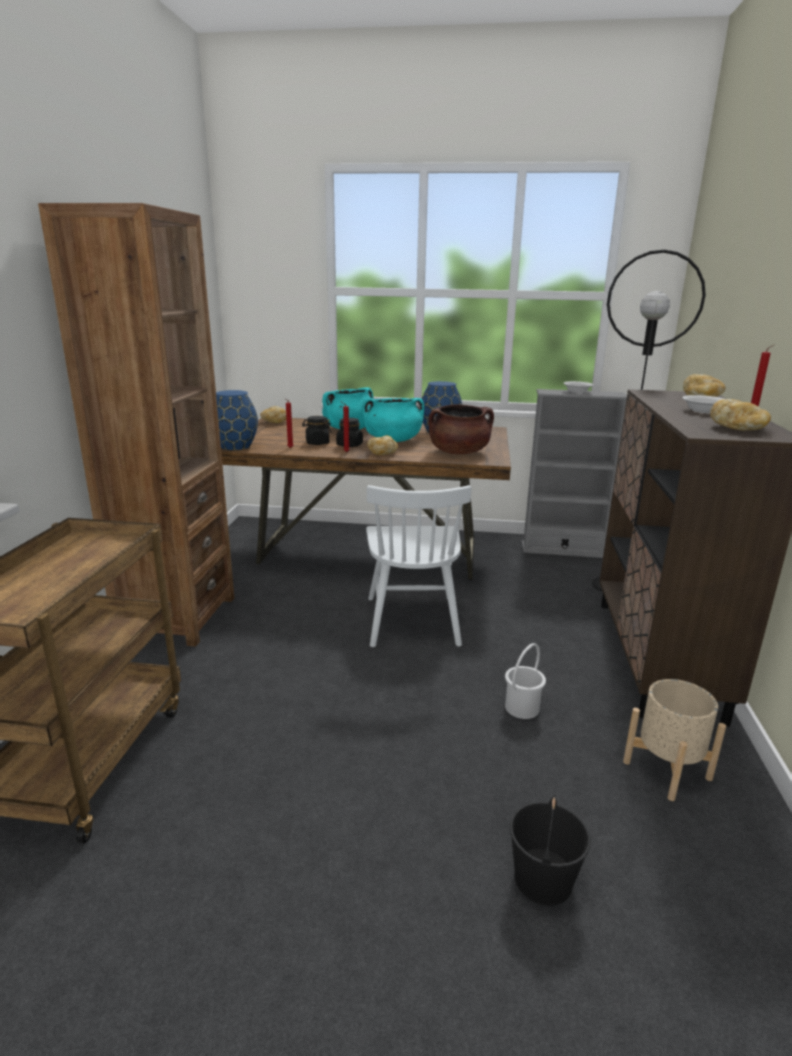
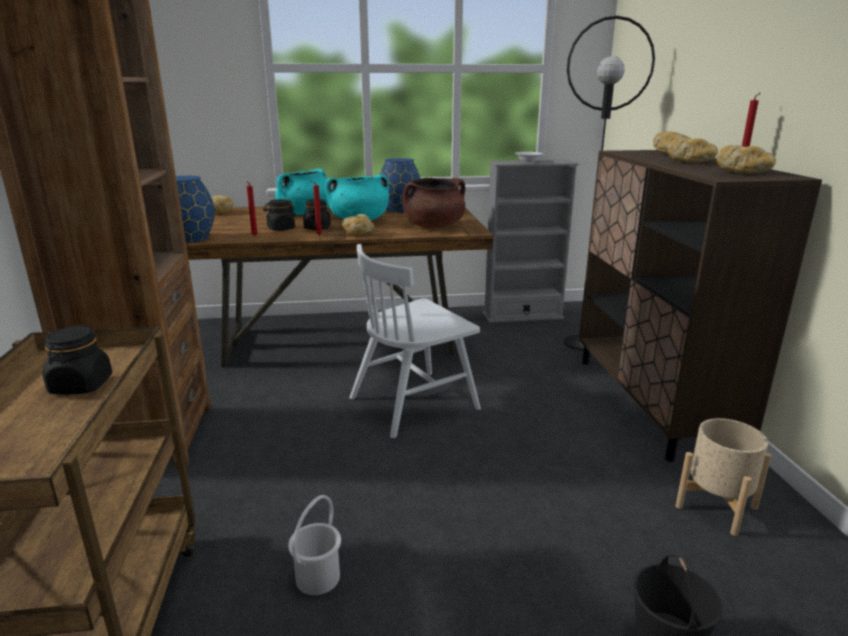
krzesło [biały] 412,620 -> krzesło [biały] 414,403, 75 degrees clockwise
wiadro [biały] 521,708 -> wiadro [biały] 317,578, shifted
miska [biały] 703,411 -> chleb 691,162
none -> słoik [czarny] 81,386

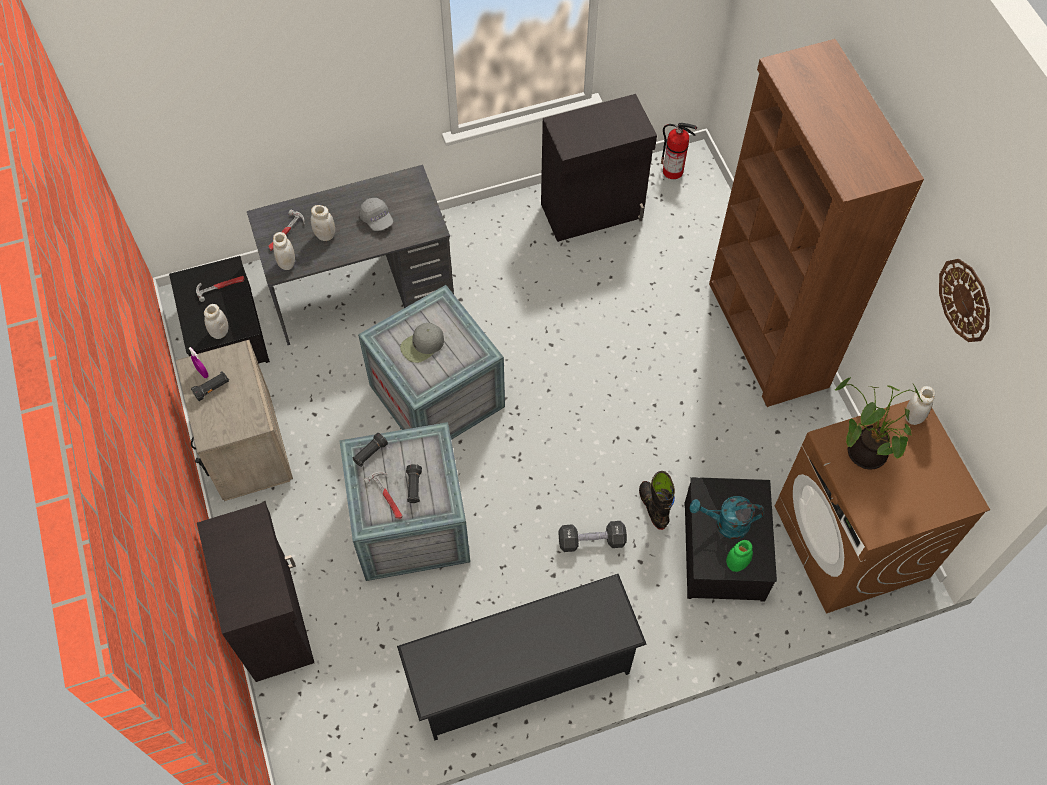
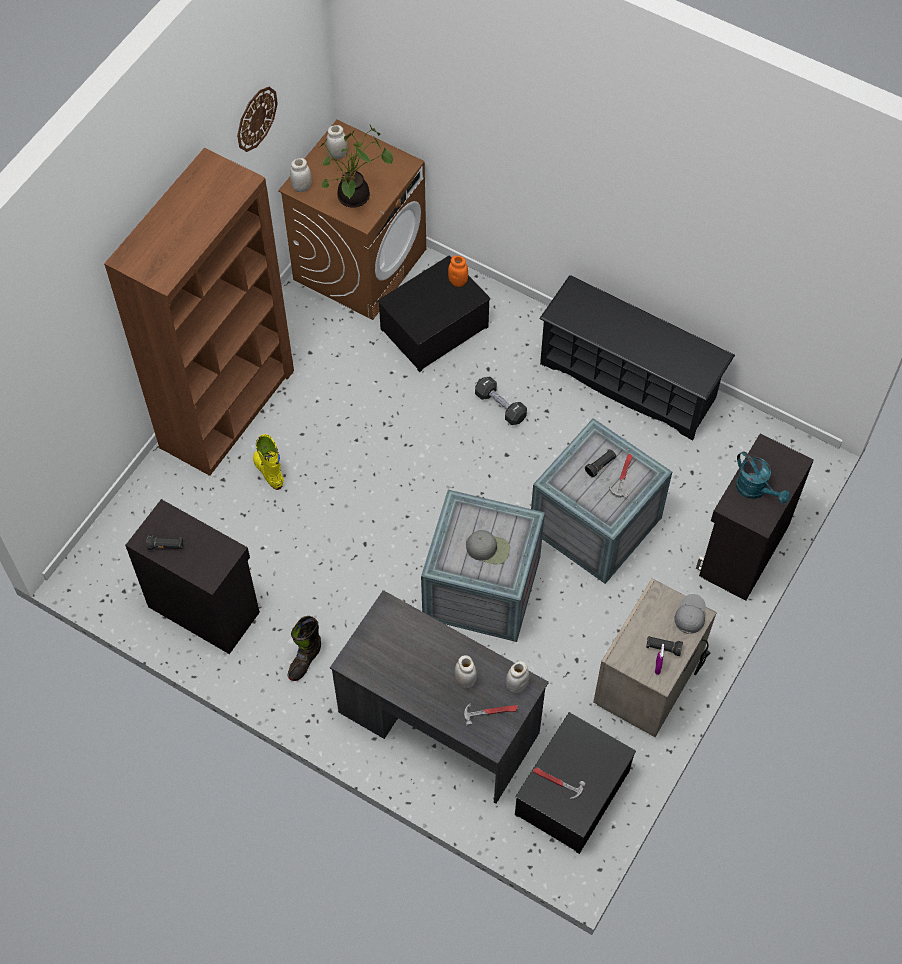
słoik [biały] 220,332 -> słoik [biały] 337,154, shifted
latarka [czarny] 370,453 -> latarka [czarny] 166,546, shifted
czapka z daszkiem [szary] 377,219 -> czapka z daszkiem [szary] 690,616, shifted
but z cholewką [czarny] 653,507 -> but z cholewką [czarny] 305,661, shifted
gaśnica 673,171 -> none
konewka [turkusowy] 725,524 -> konewka [turkusowy] 755,490, shifted
słoik [zielony] 736,564 -> słoik [pomarańczowy] 458,282
none -> but z cholewką [żółty] 269,472

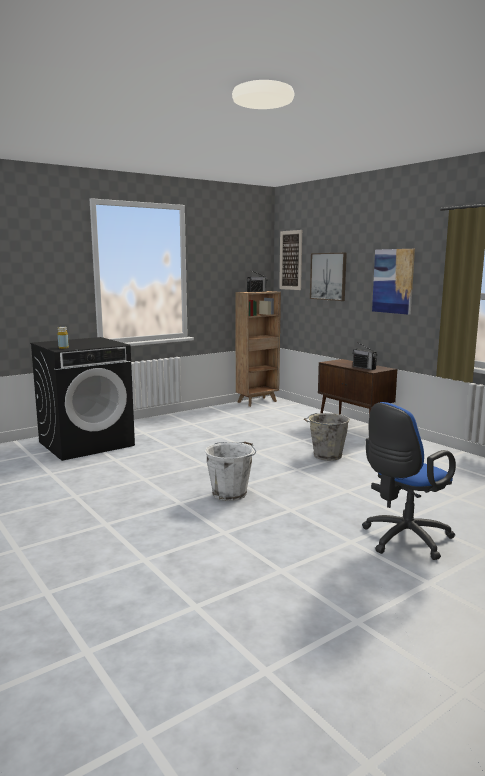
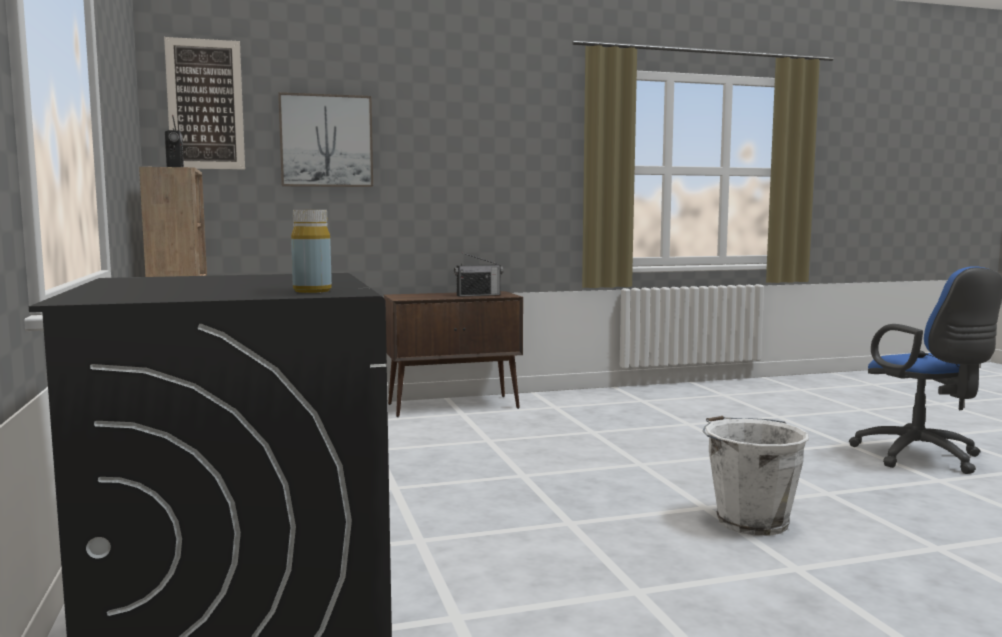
wiadro [szary] 326,456 -> none
obraz 393,281 -> none

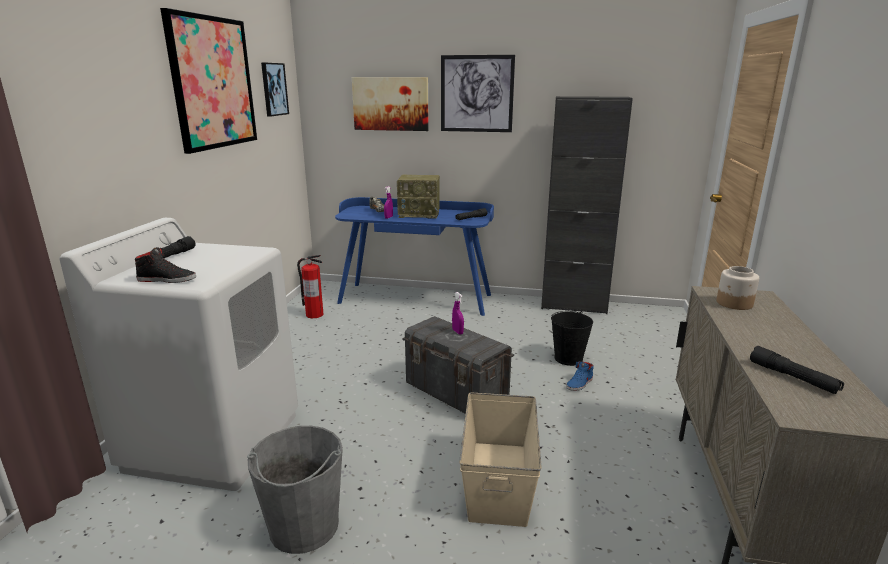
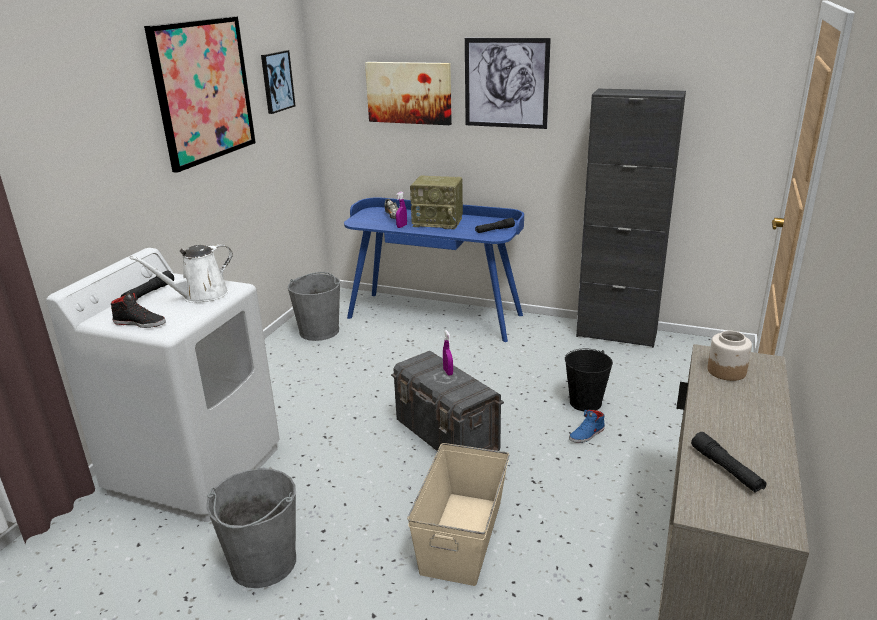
gaśnica 314,314 -> wiadro [szary] 319,331
none -> konewka [biały] 200,295

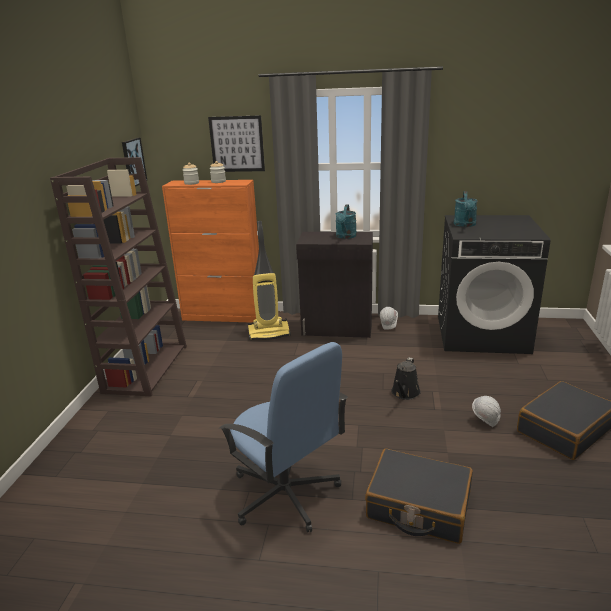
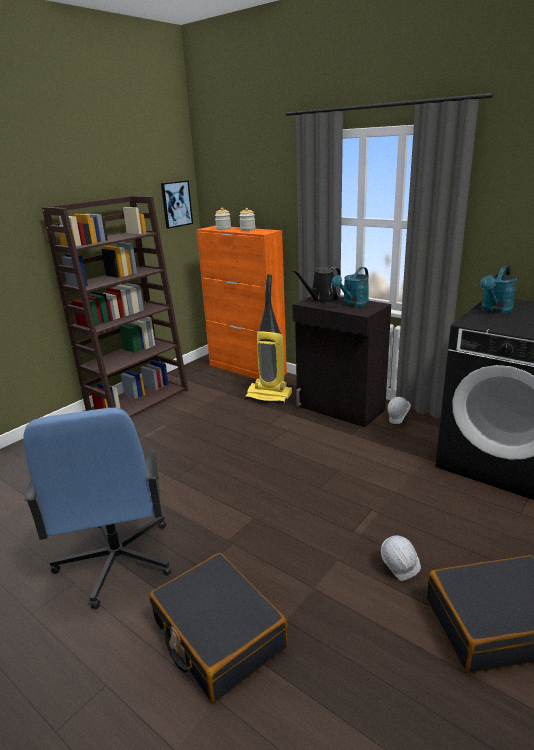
obraz 237,144 -> none
konewka [czarny] 405,393 -> konewka [czarny] 321,299, shifted

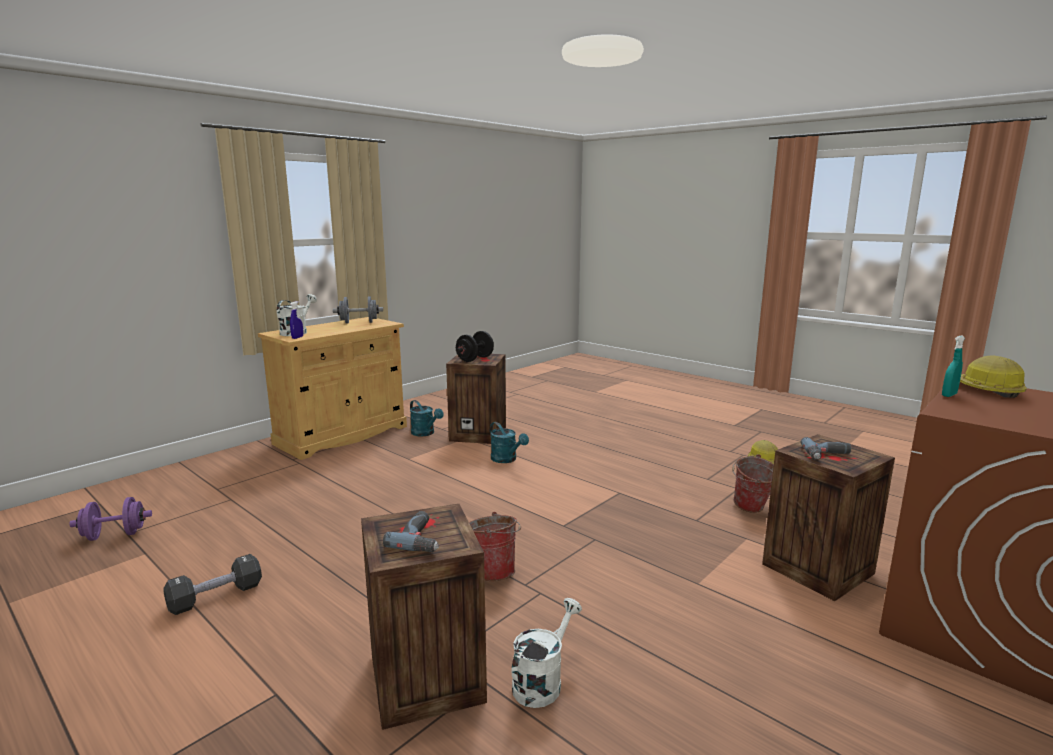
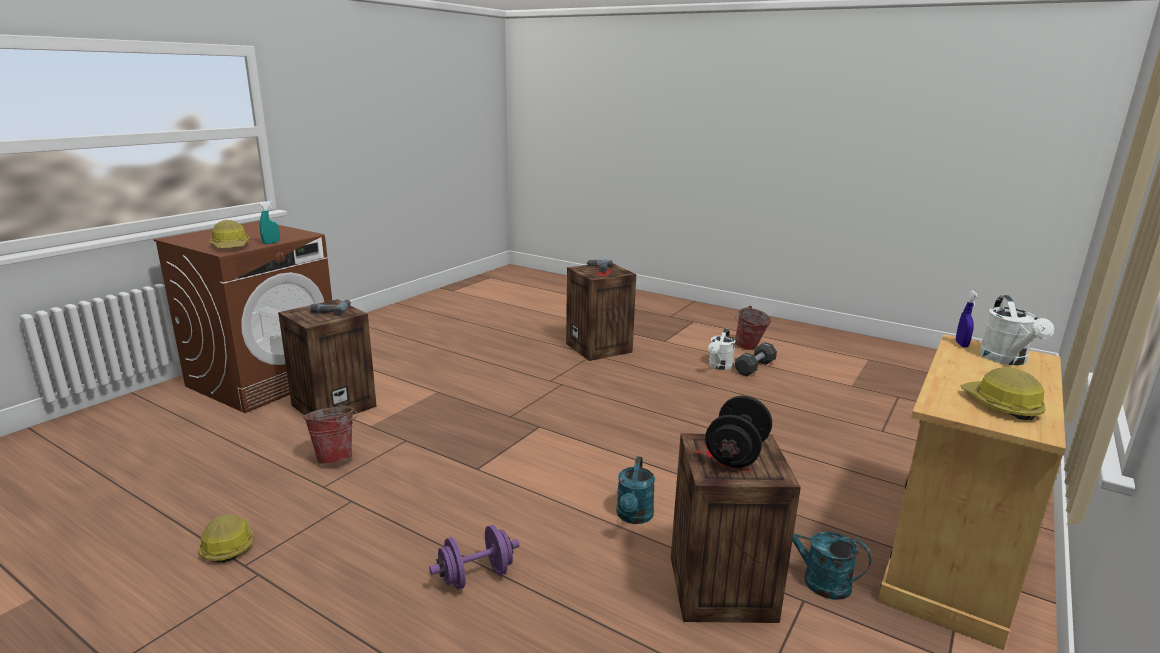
hantel [fioletowy] 115,535 -> hantel [fioletowy] 476,576, shifted
hantel [szary] 359,322 -> kask 1000,406
wiadro 494,572 -> wiadro 749,348, shifted
konewka [turkusowy] 507,459 -> konewka [turkusowy] 634,517, 120 degrees counterclockwise
konewka [biały] 542,681 -> konewka [biały] 719,366, shifted

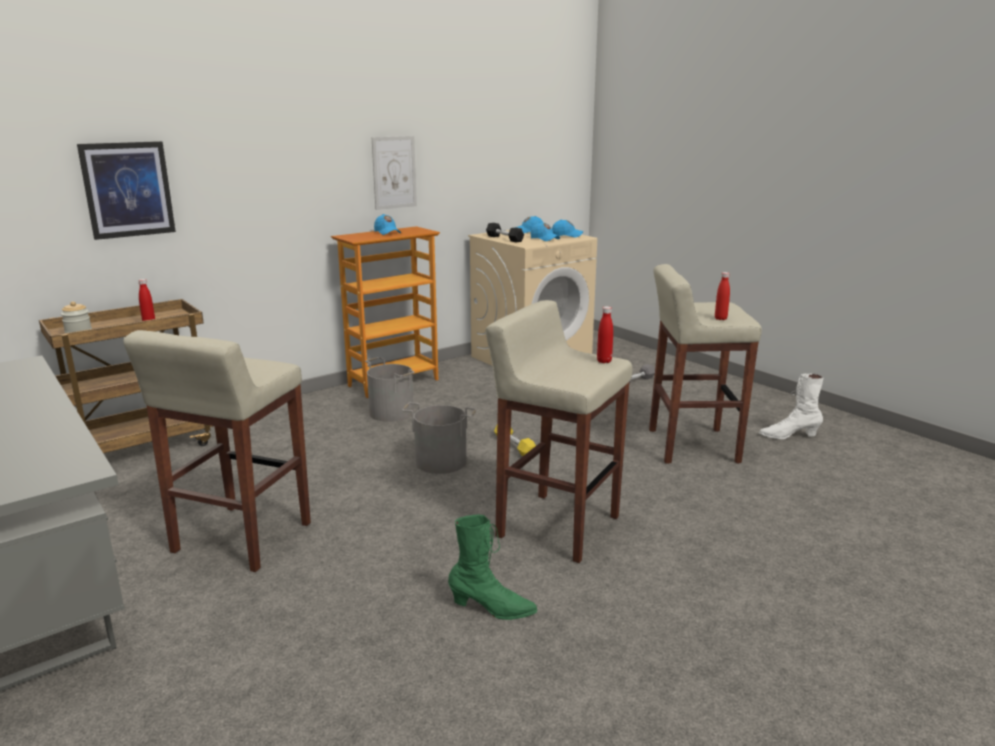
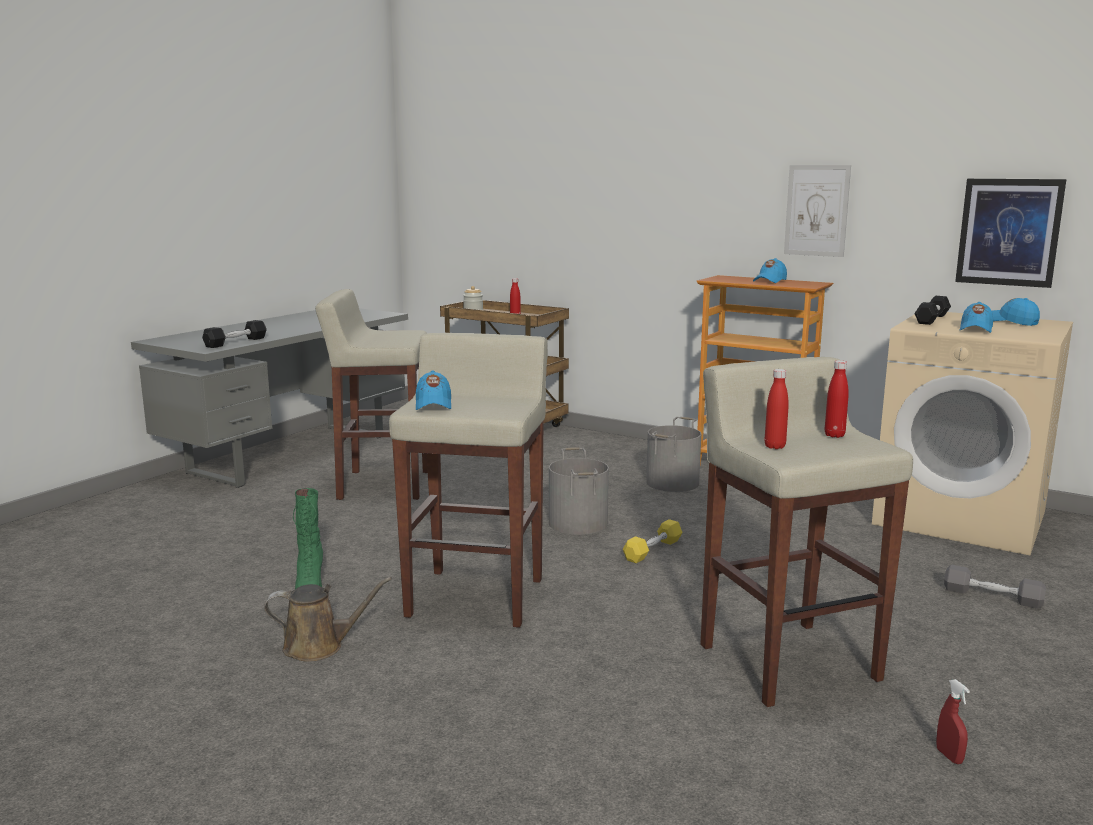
obraz 128,189 -> obraz 1009,232, shifted
czapka z daszkiem [niebieski] 567,235 -> czapka z daszkiem [niebieski] 433,405, shifted
butelka [czerwony] 604,361 -> butelka [czerwony] 834,435, shifted
but z cholewką [biały] 788,436 -> spryskiwacz [czerwony] 949,756
none -> hantel [czarny] 235,342
none -> konewka [brązowy] 319,646

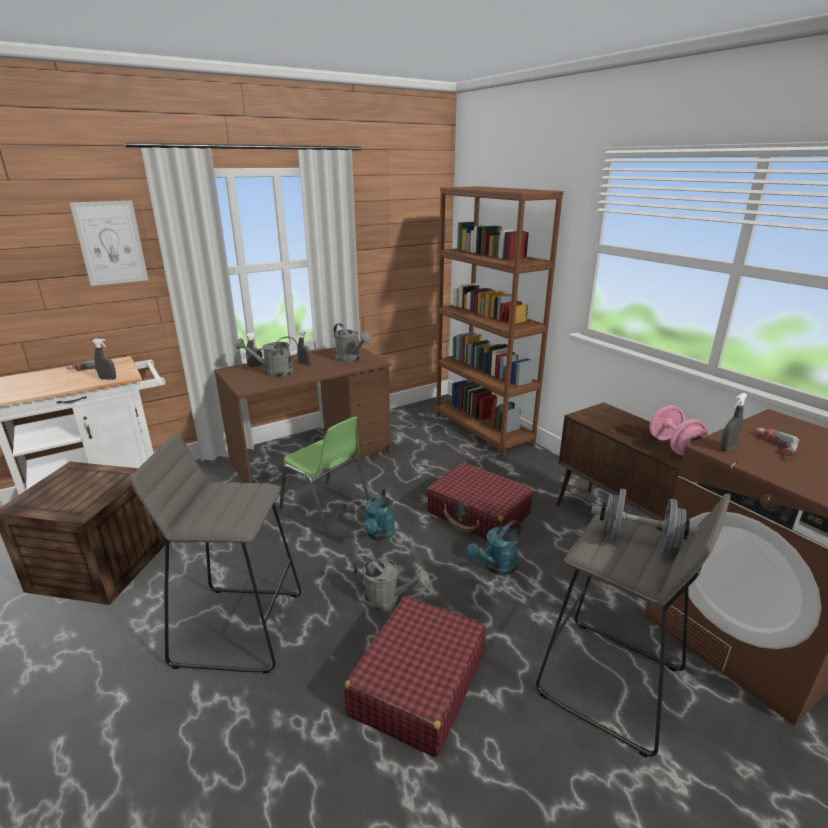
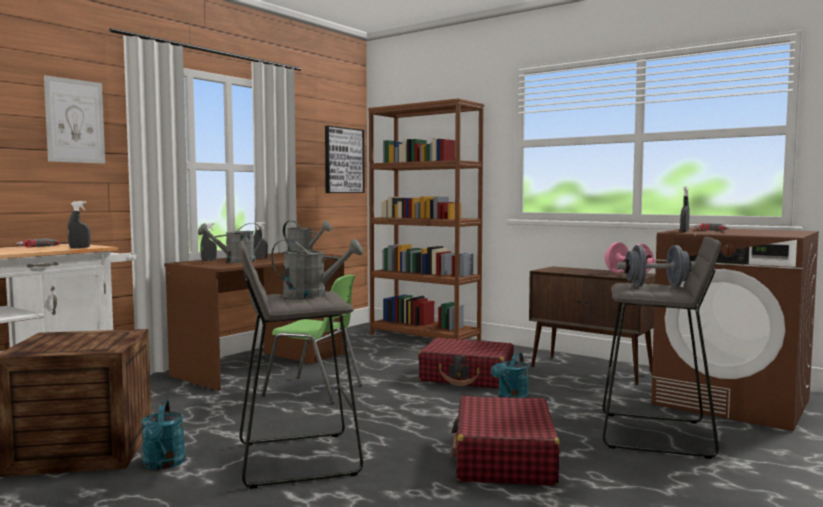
konewka [szary] 388,600 -> konewka [szary] 313,295, shifted
konewka [turkusowy] 379,535 -> konewka [turkusowy] 163,464, shifted
none -> obraz 343,160

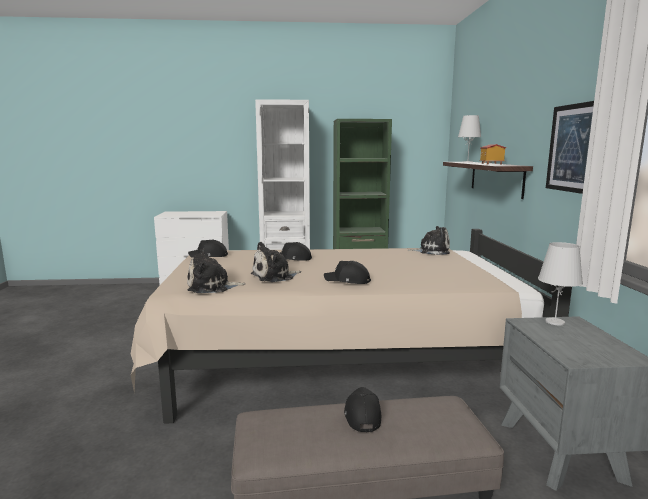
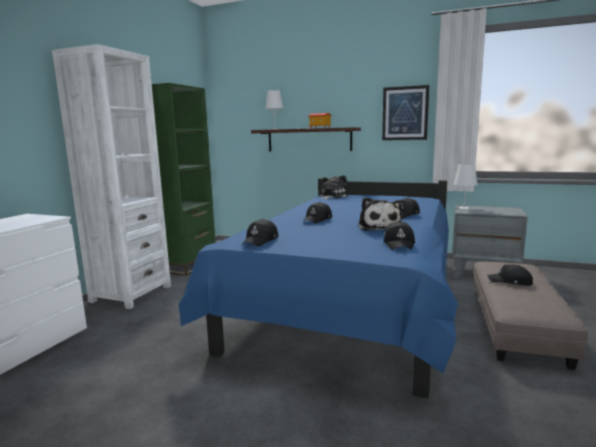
łóżko [beżowy] 337,363 -> łóżko [niebieski] 351,303
pluszak 212,287 -> czapka z daszkiem [czarny] 399,244

